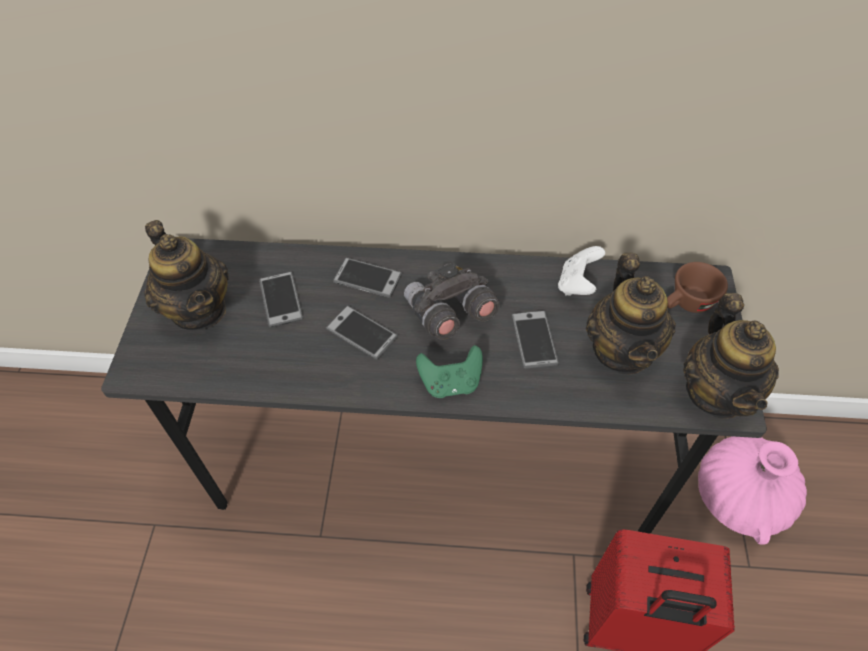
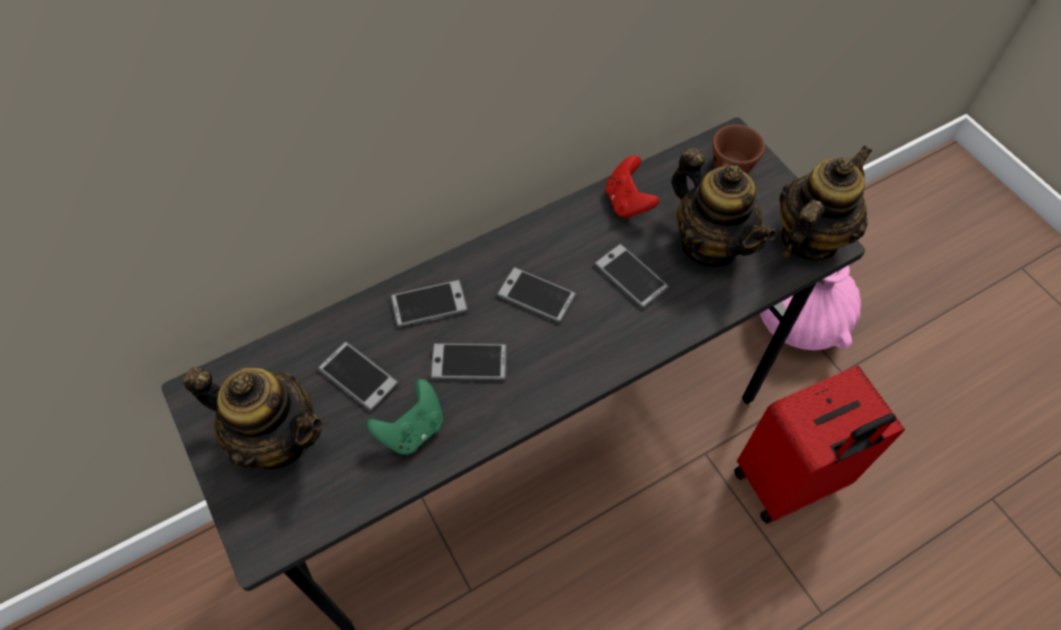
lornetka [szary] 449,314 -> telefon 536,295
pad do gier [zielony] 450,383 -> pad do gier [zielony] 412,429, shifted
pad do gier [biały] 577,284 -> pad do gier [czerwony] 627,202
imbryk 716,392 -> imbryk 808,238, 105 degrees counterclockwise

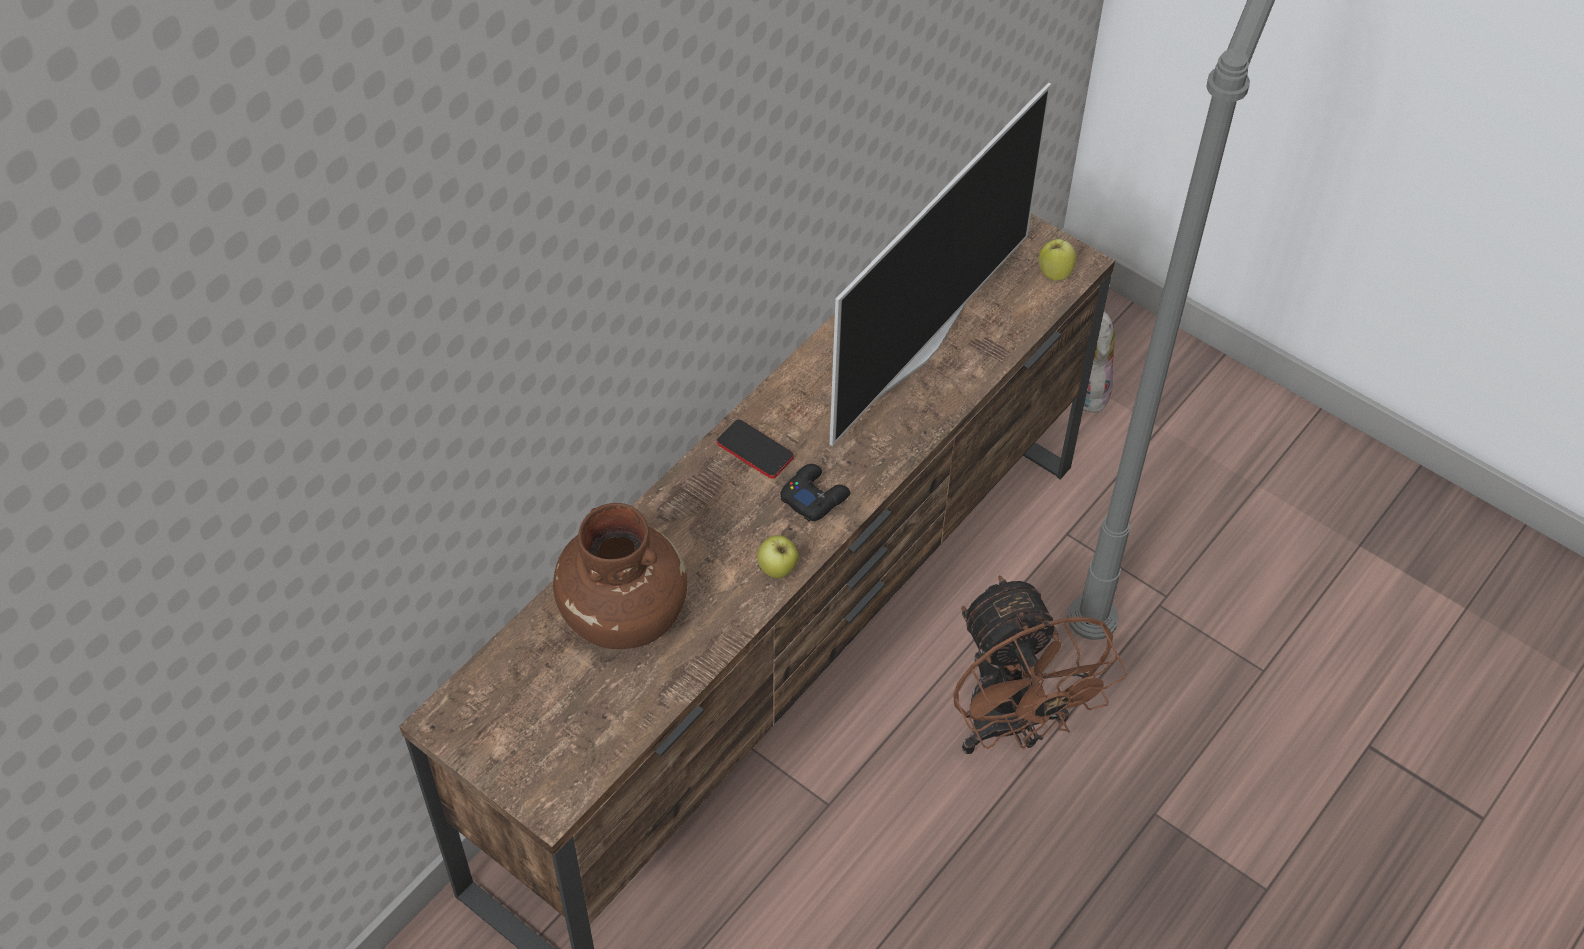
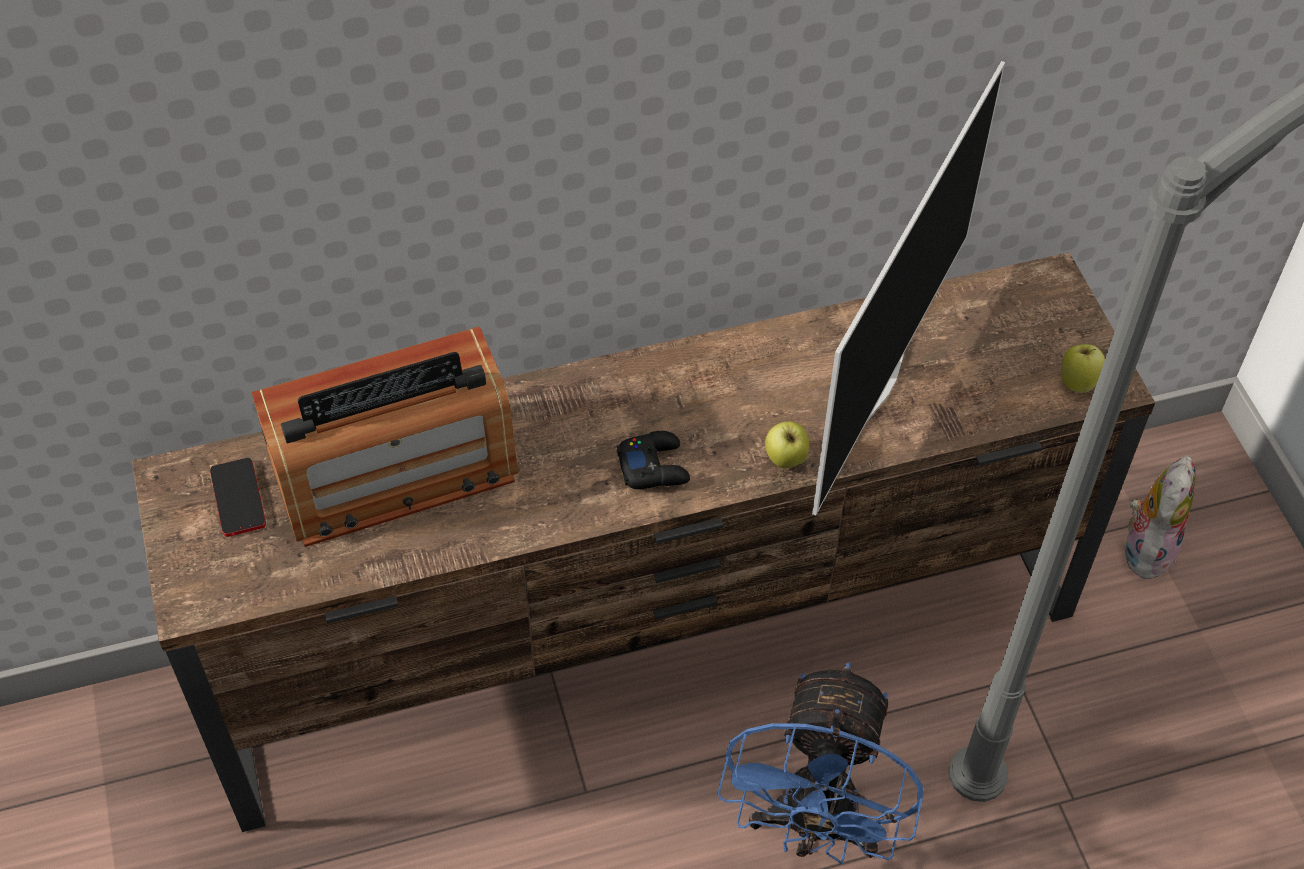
wazon [brązowy] 624,612 -> radio 395,472
telefon 755,450 -> telefon 238,498, shifted
jabłko 777,570 -> jabłko 785,460, shifted
telewizor 918,348 -> telewizor 873,382, 45 degrees counterclockwise
wentylator [brązowy] 1011,727 -> wentylator [niebieski] 814,829

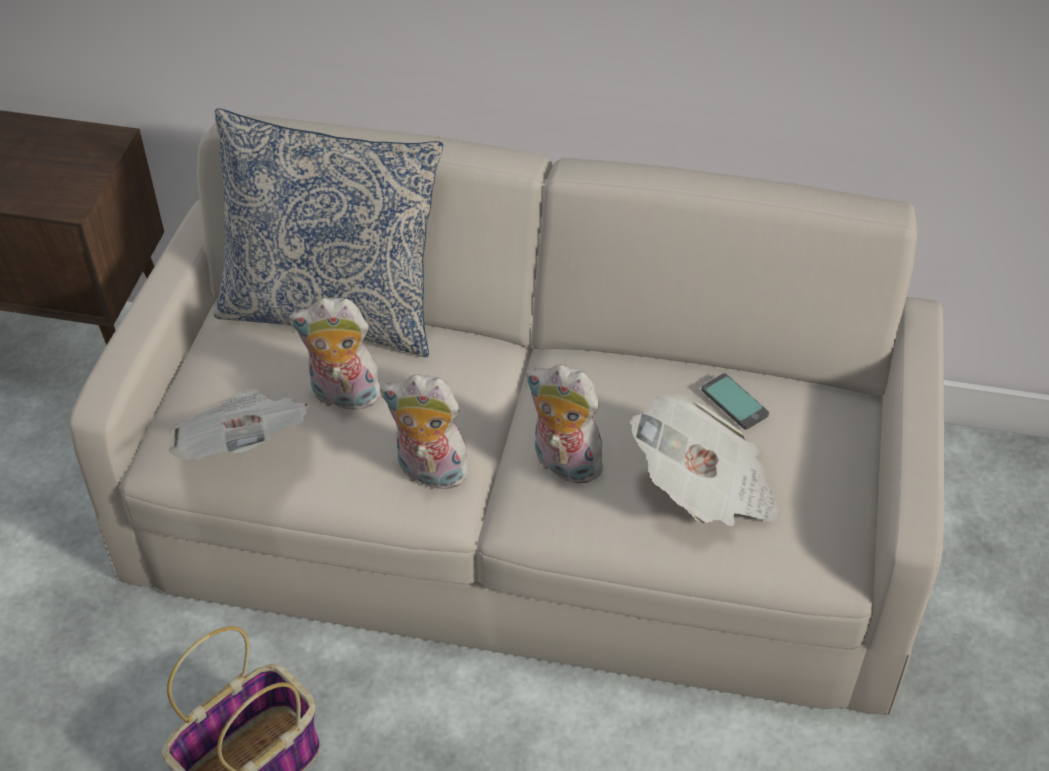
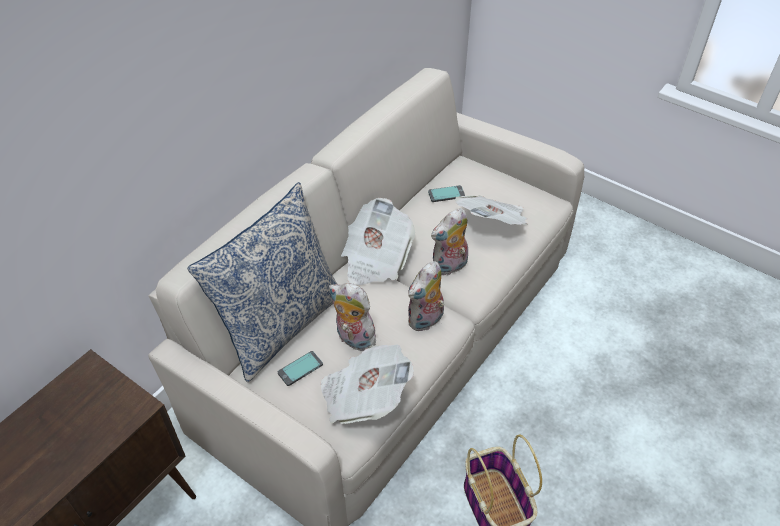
pluszak 343,397 -> pluszak 353,339, 90 degrees clockwise
none -> telefon 300,369
none -> gazeta 374,258

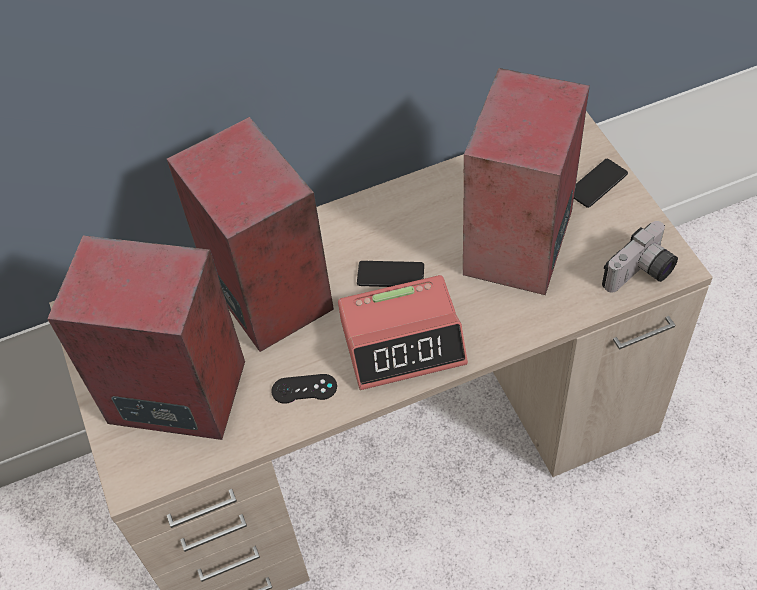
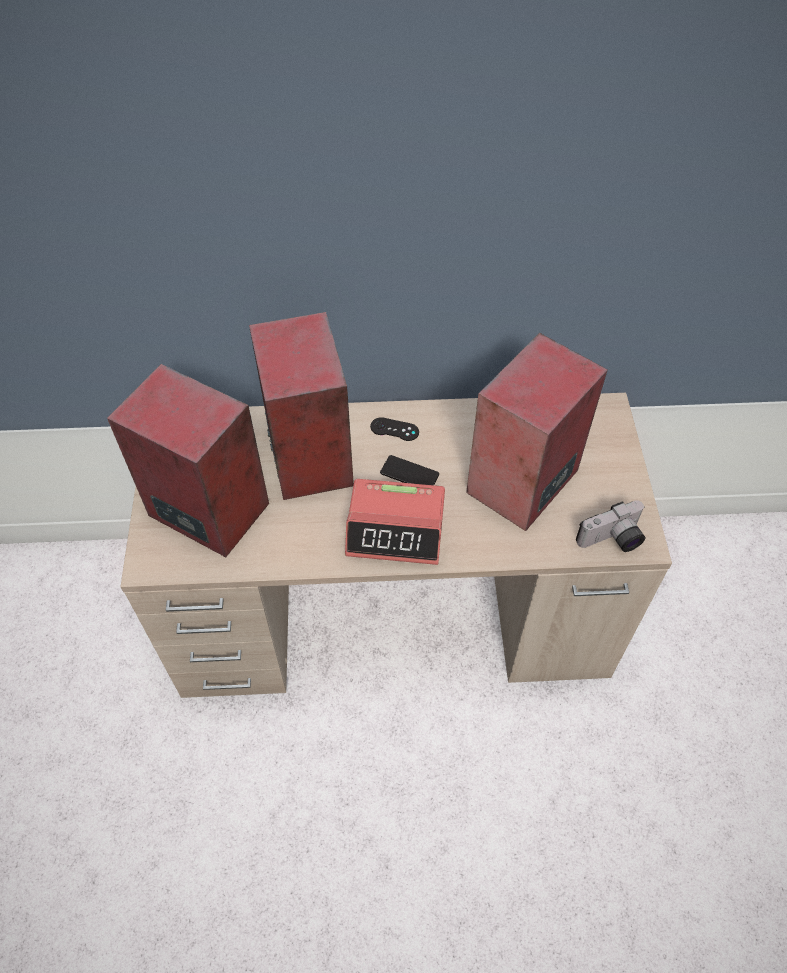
pad do gier [czarny] 304,389 -> pad do gier [czarny] 394,429, shifted
telefon 597,184 -> none

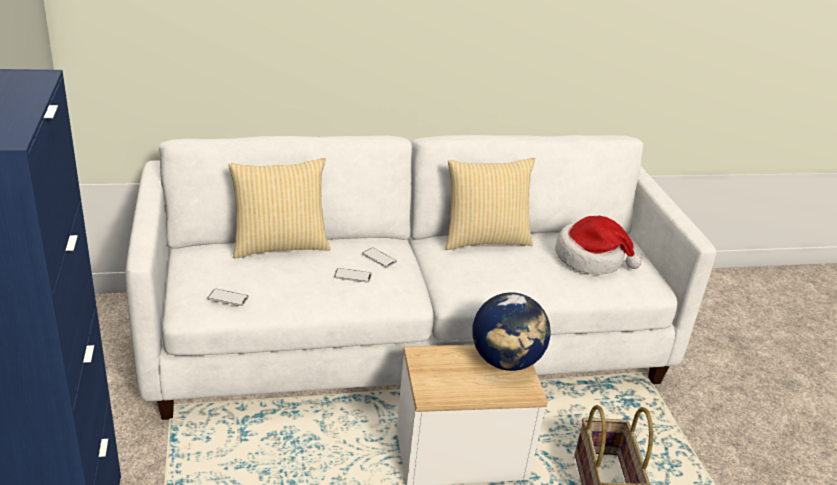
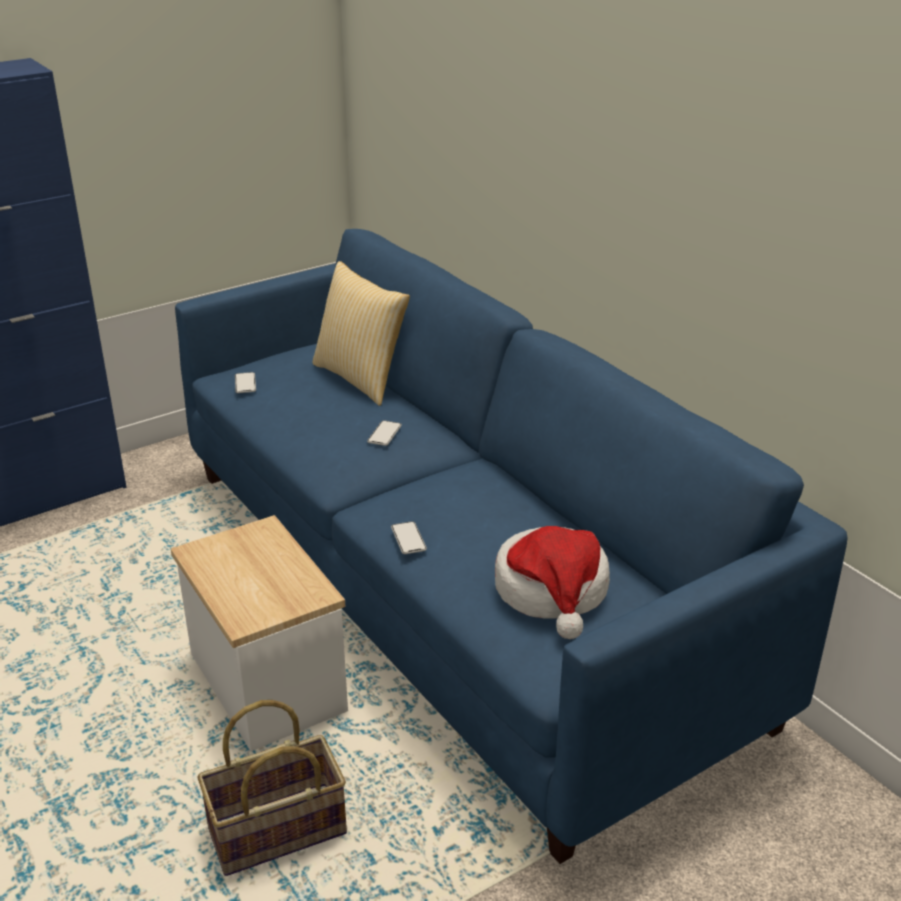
kanapa [biały] 409,340 -> kanapa [niebieski] 451,586
telefon 352,276 -> telefon 408,539, shifted
poduszka 484,239 -> none
globus 506,361 -> none

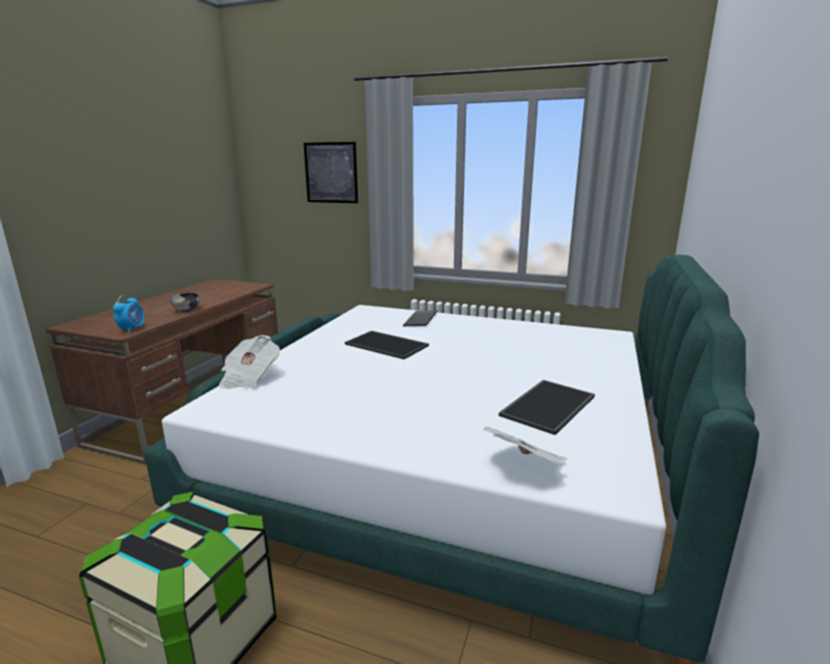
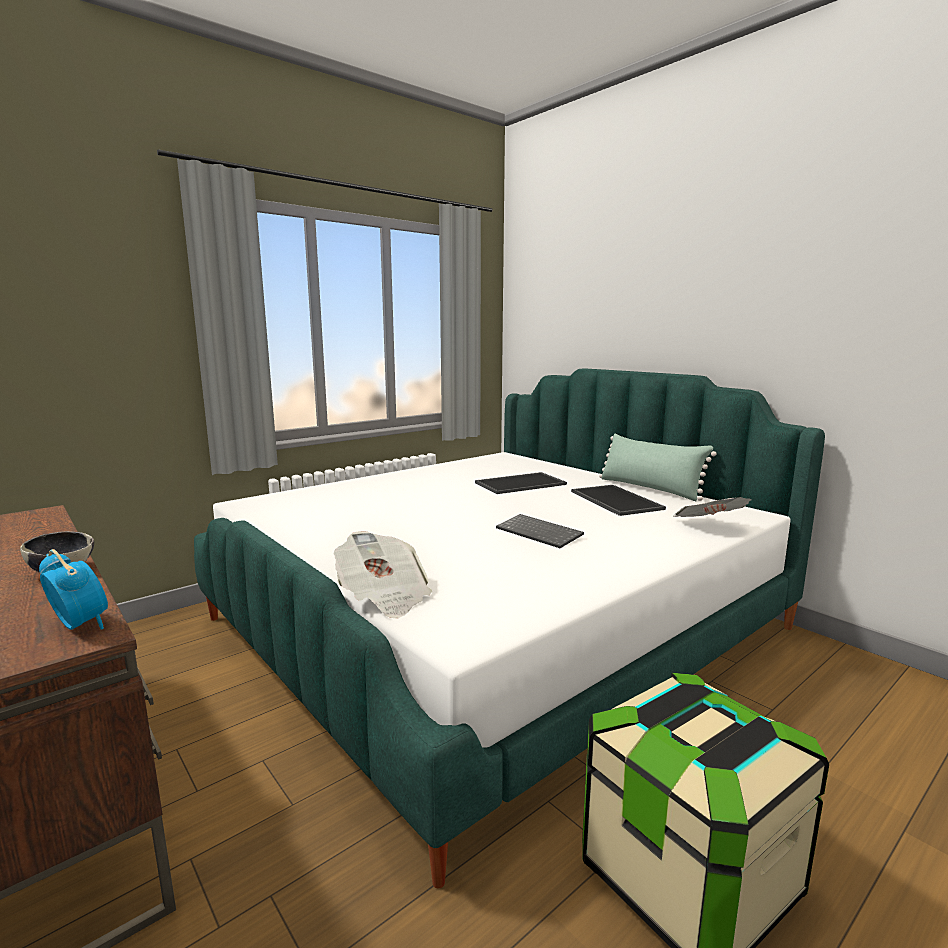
obraz 331,173 -> none
taca 388,345 -> taca 520,483, shifted
klawiatura 421,320 -> klawiatura 540,533, shifted
none -> poduszka [zielony] 650,488

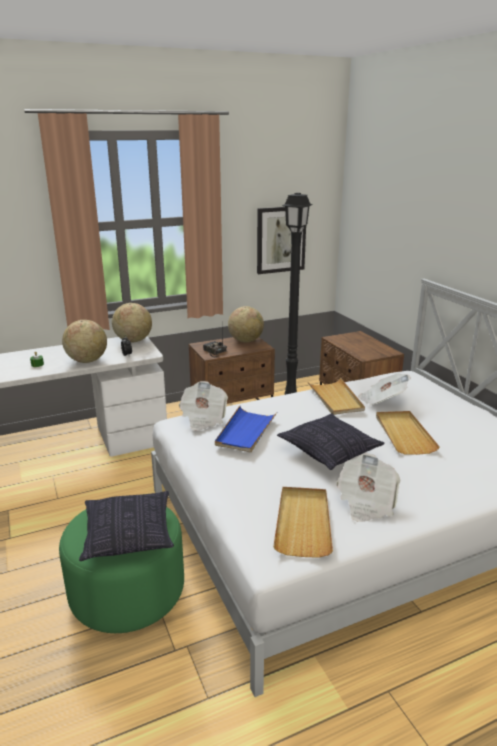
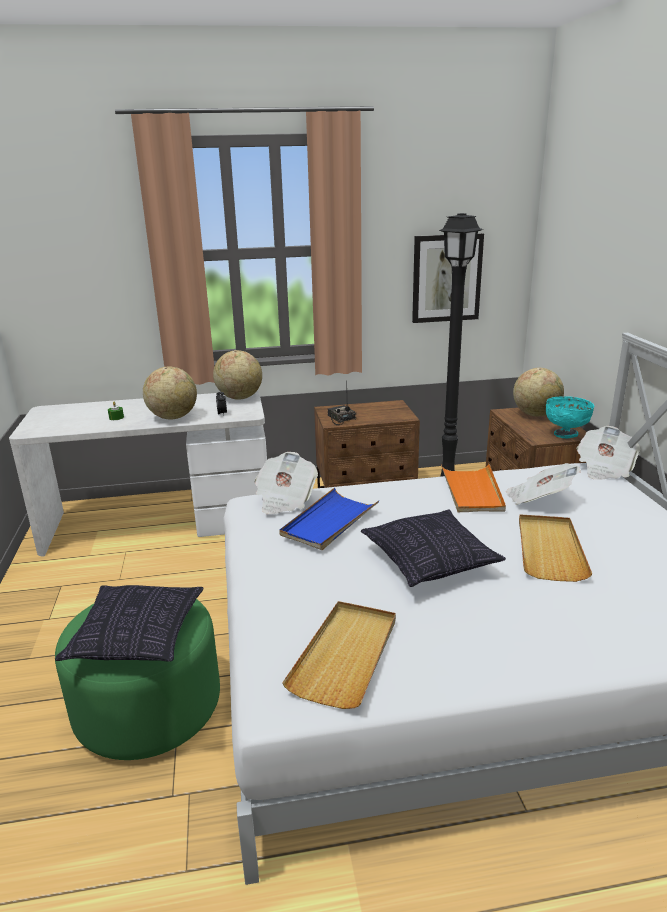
globus 246,341 -> globus 536,414, shifted
taca [beżowy] 335,399 -> taca [pomarańczowy] 472,491
gazeta 366,502 -> gazeta 604,468, shifted
none -> miska [turkusowy] 565,434

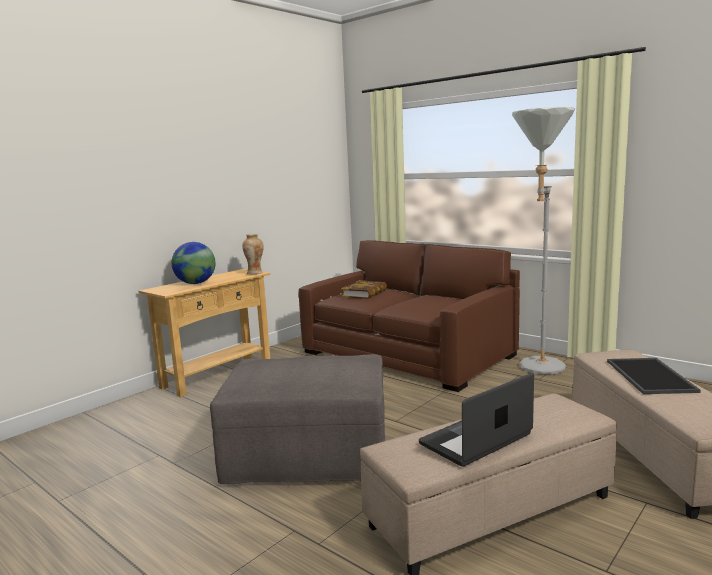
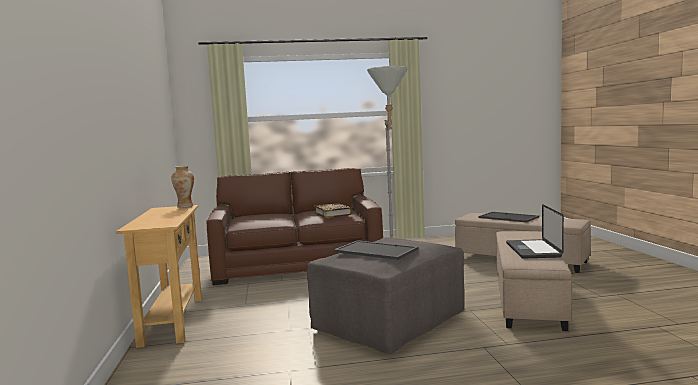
globus 195,283 -> none
książka 364,293 -> książka 333,213, shifted
none -> taca 377,250

